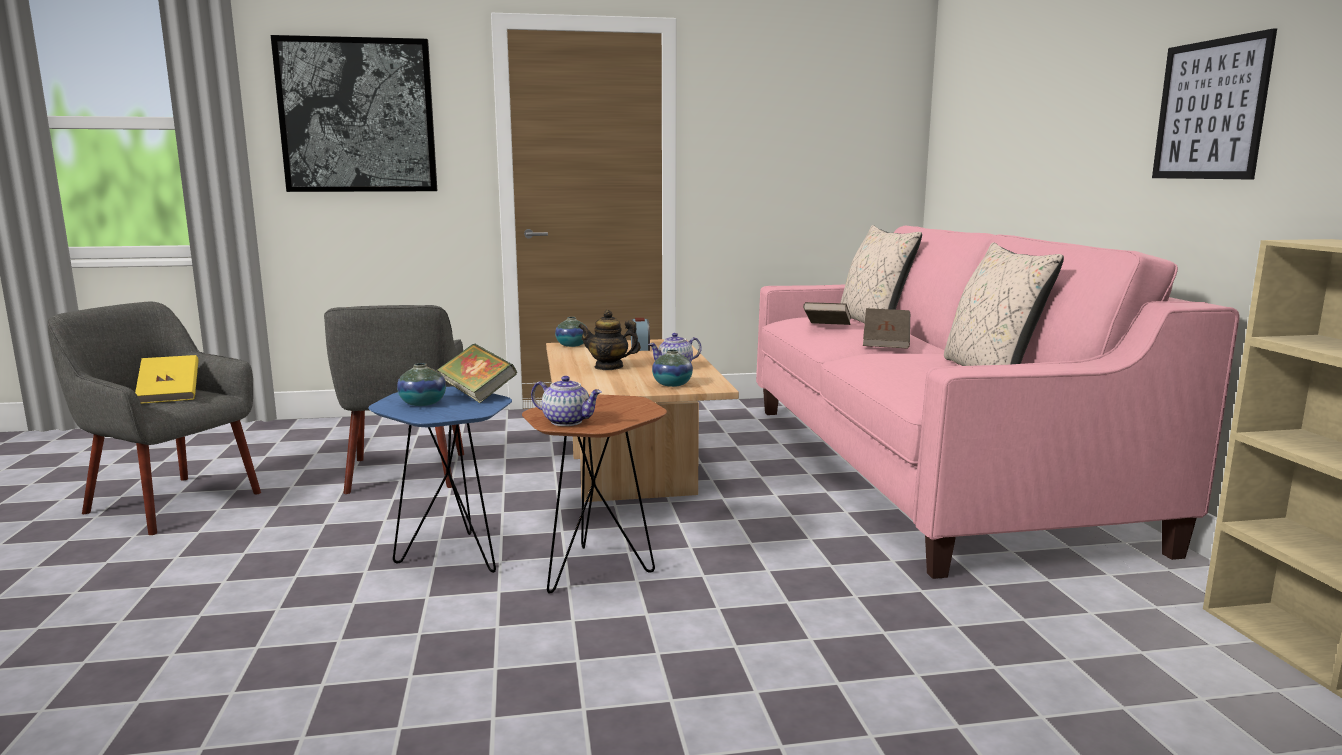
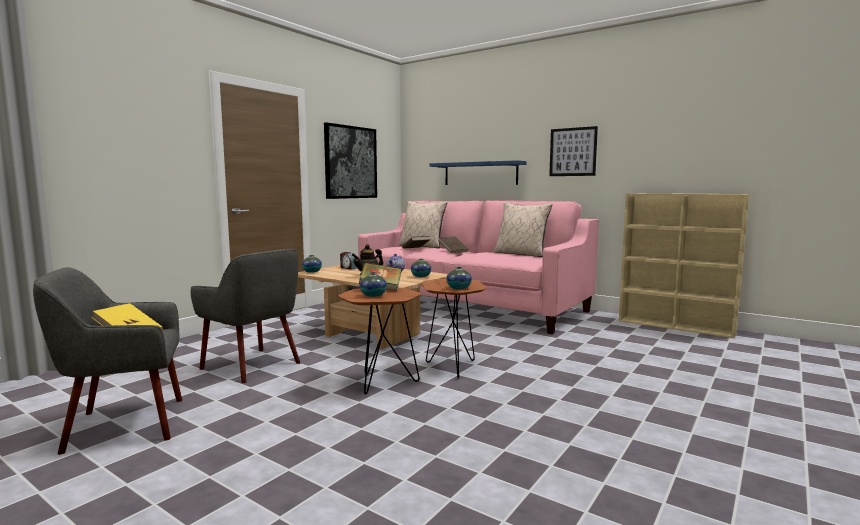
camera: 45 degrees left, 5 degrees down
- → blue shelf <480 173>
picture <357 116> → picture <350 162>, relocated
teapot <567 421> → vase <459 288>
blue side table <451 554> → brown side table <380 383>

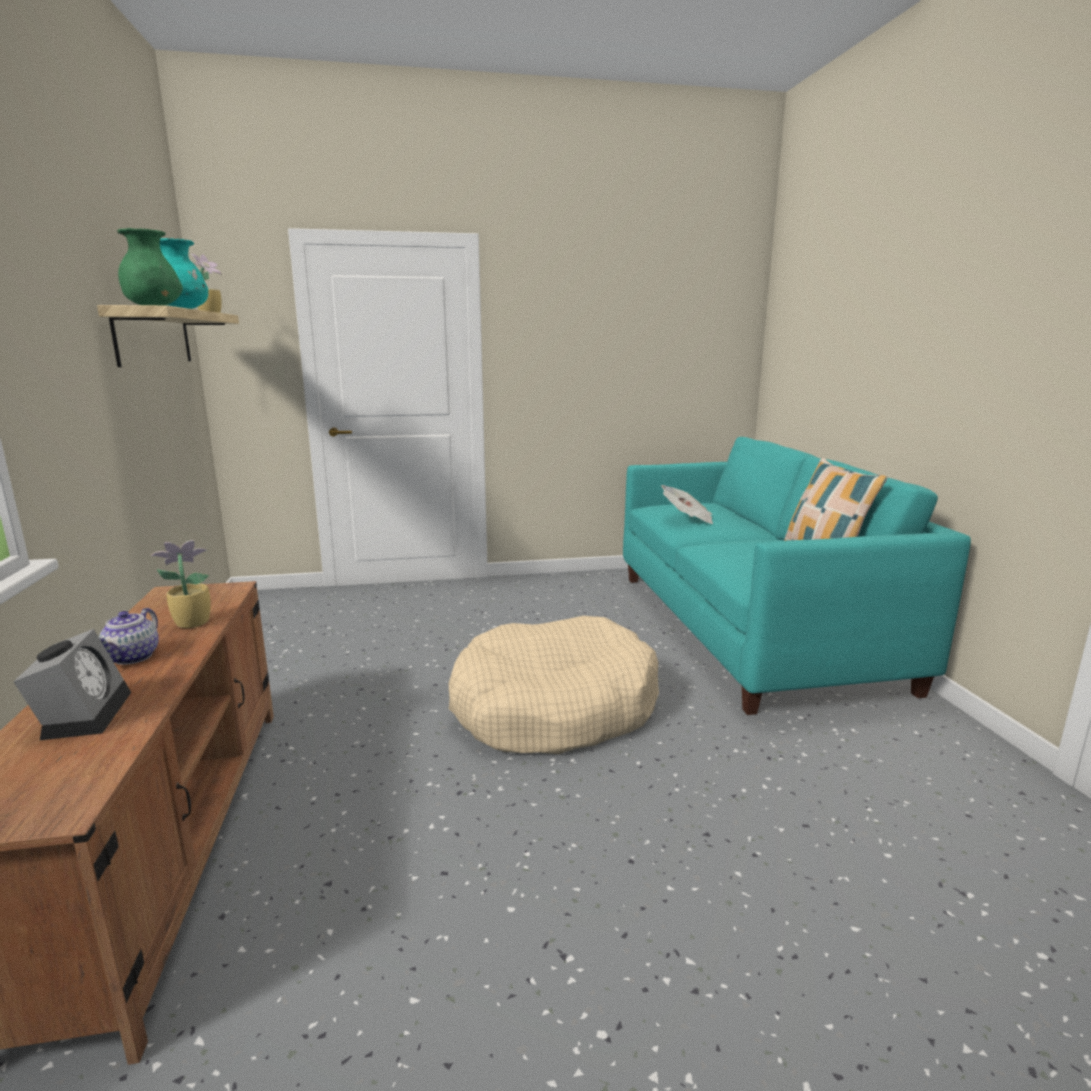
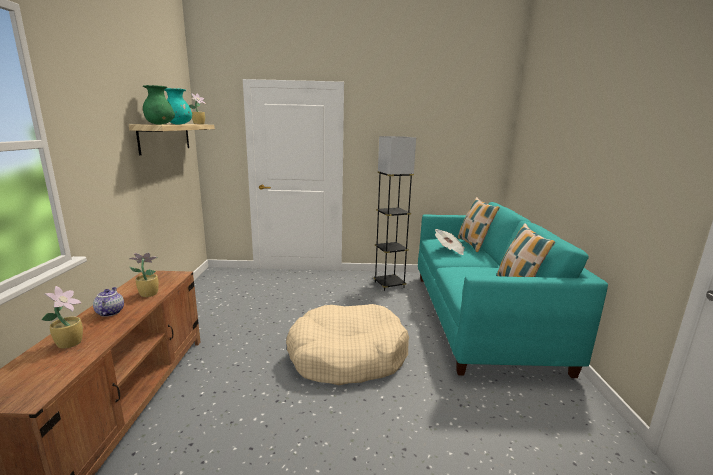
camera: 10 degrees right, 0 degrees up
- → black floor lamp <389 284>
- → pillow <473 245>
alarm clock <83 714> → potted plant <71 343>
teapot <132 658> → teapot <110 312>, 150 degrees clockwise

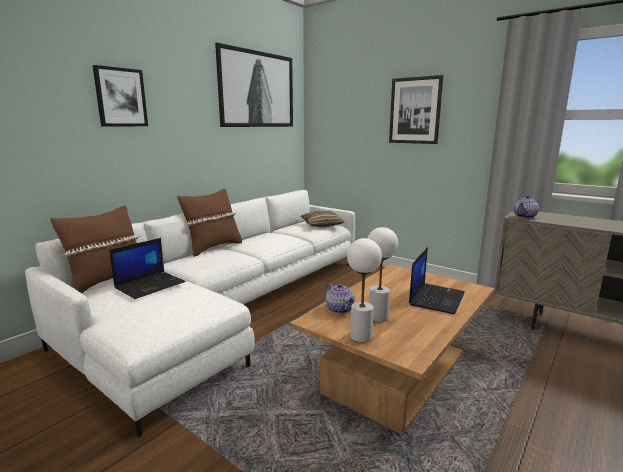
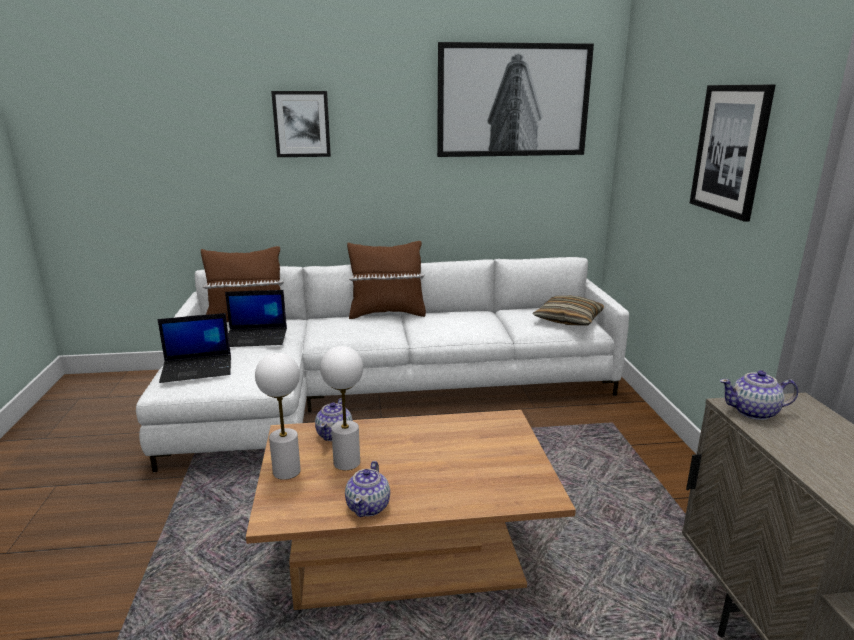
camera: 45 degrees right, 5 degrees up
- → teapot <368 506>
laptop <436 298> → laptop <198 368>, relocated

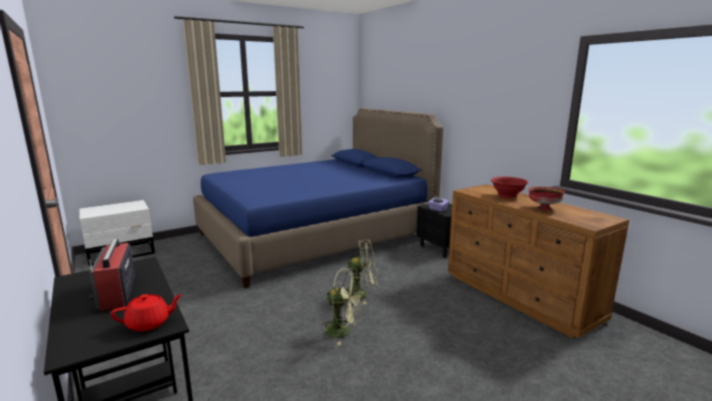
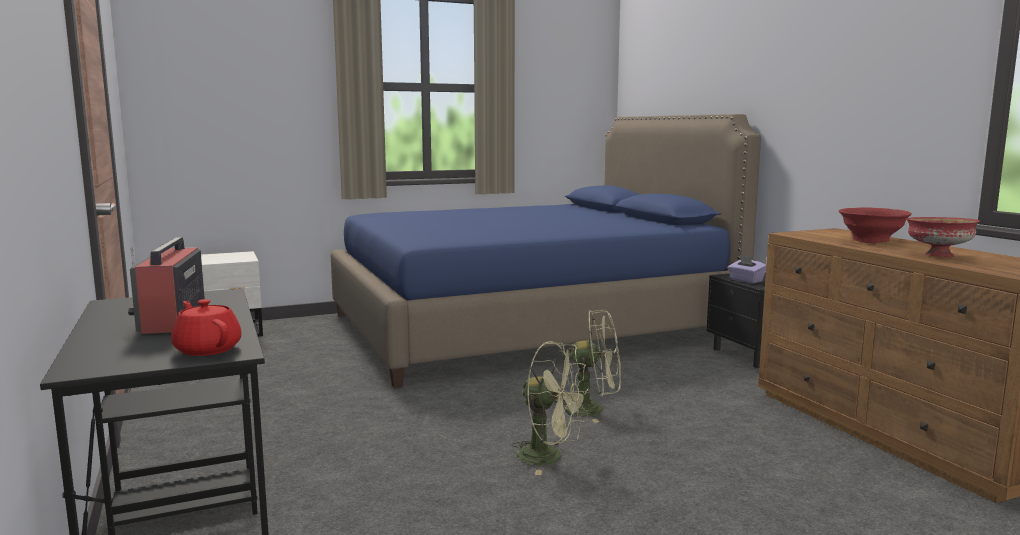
camera: 10 degrees right, 5 degrees down
red teapot <149 323> → red teapot <207 349>, 120 degrees counterclockwise

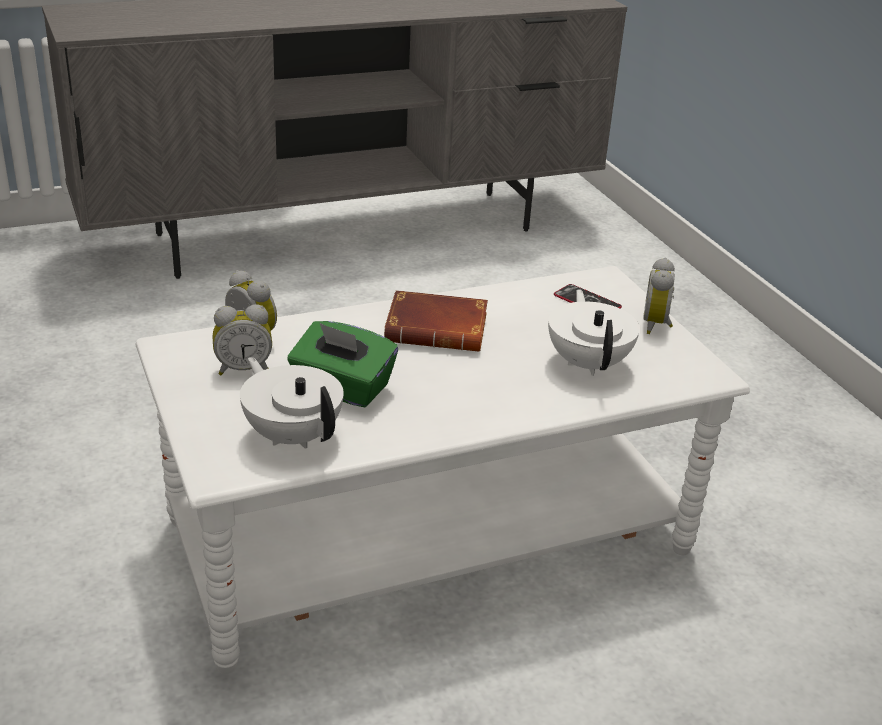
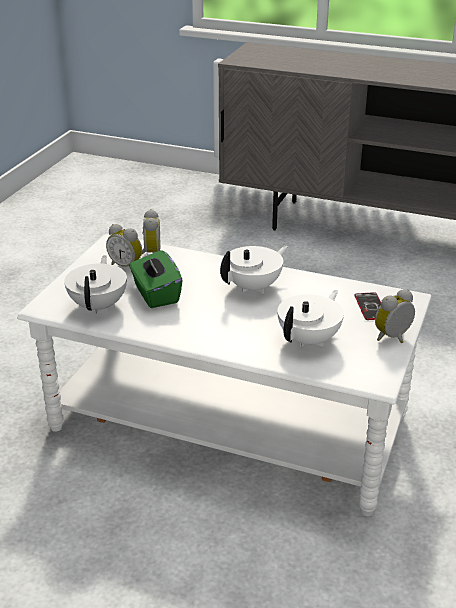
camera: 45 degrees right, 0 degrees up
brown book <439 330> → white teapot <254 287>

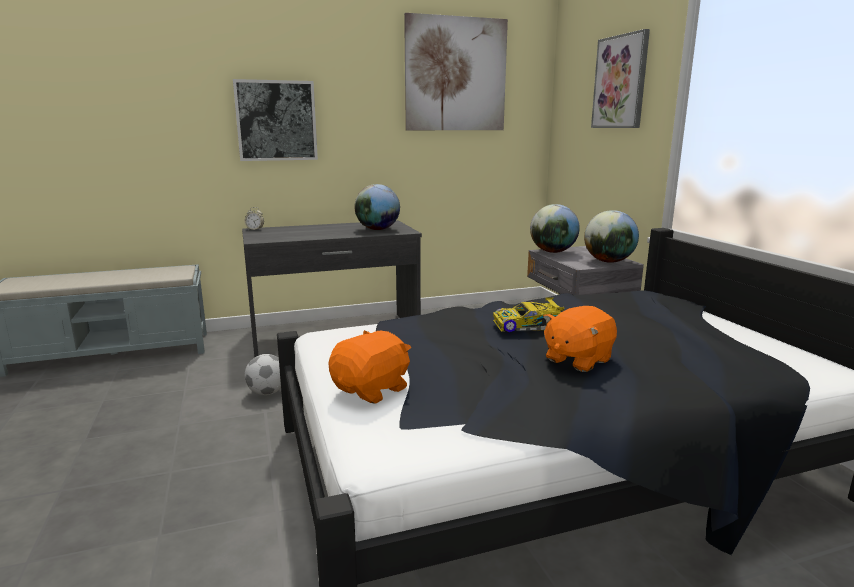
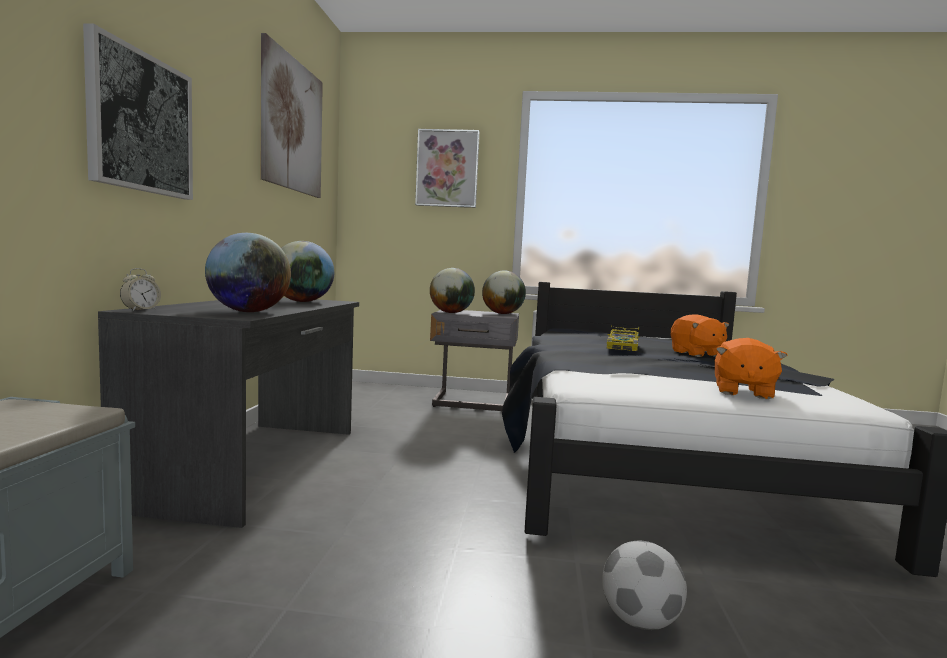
camera: 65 degrees left, 10 degrees down
- → globe <248 312>
football <267 392> → football <639 621>, relocated
orange plush toy <372 390> → orange plush toy <742 392>, 135 degrees counterclockwise

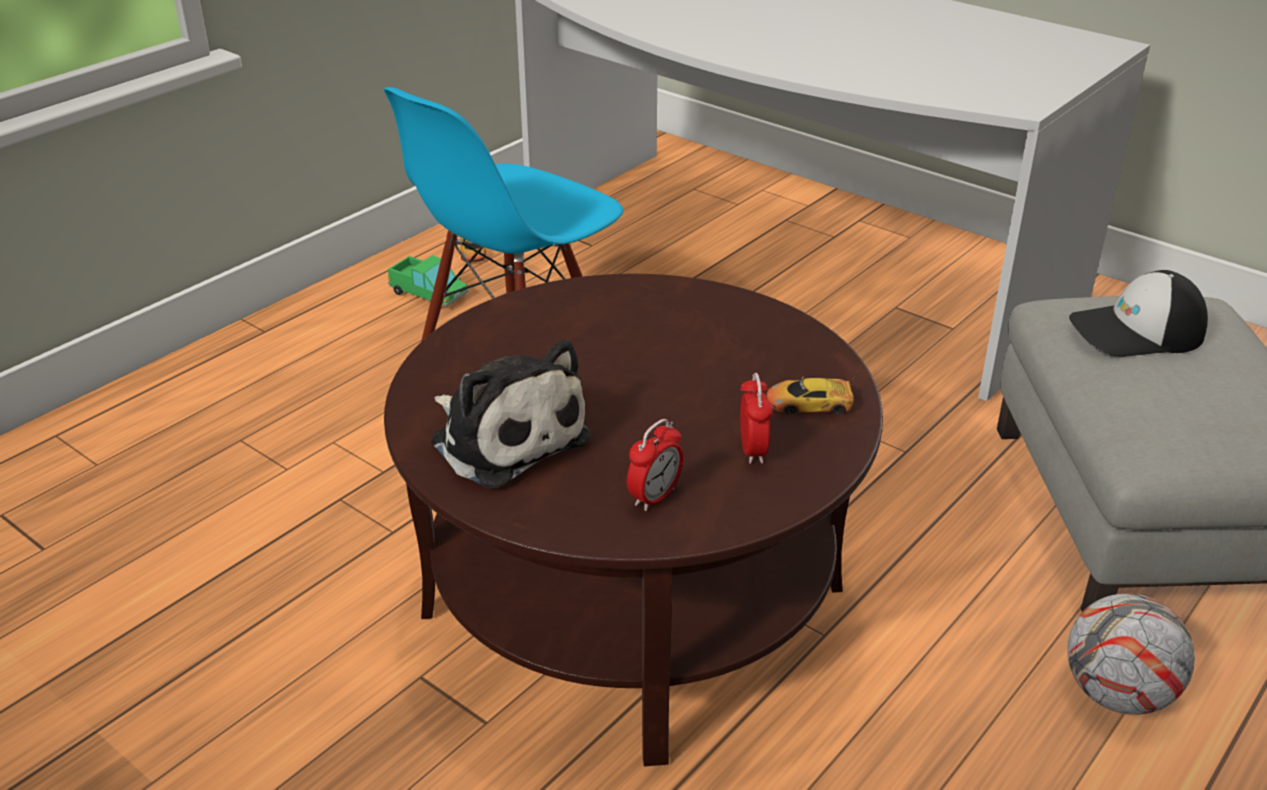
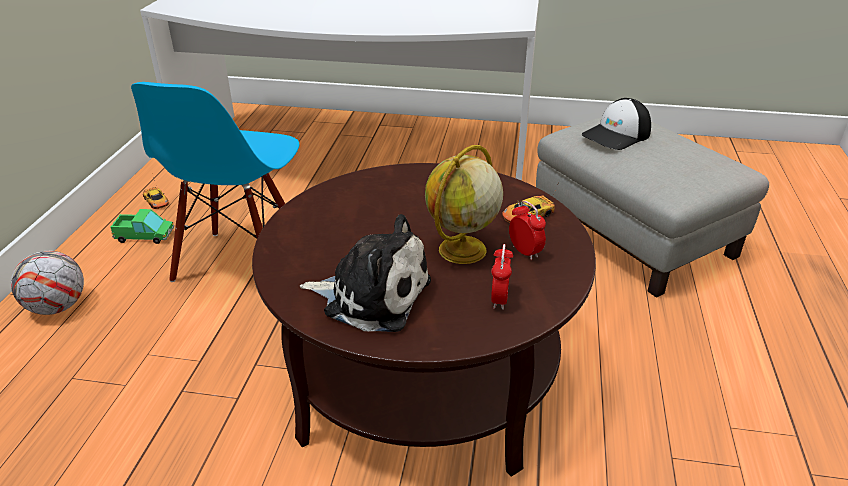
camera: 30 degrees left, 0 degrees up
- → globe <462 251>
football <1116 694> → football <57 307>, relocated

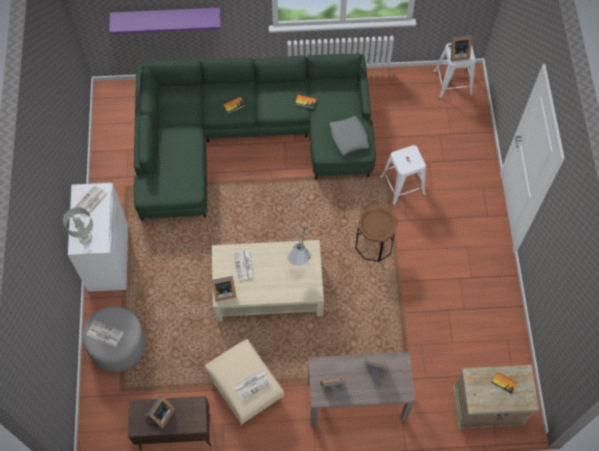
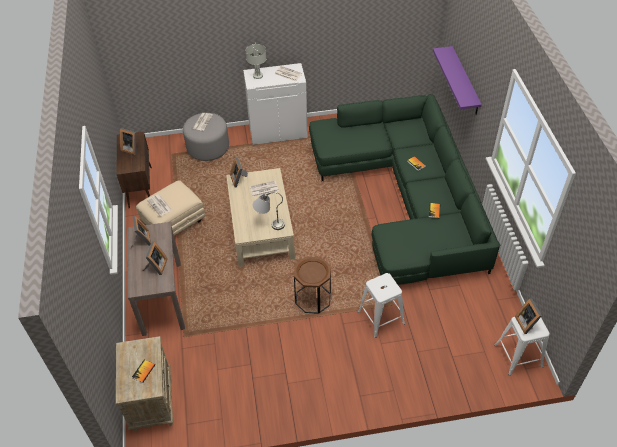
camera: 85 degrees right, 15 degrees down
grey pillow <348 137> → -

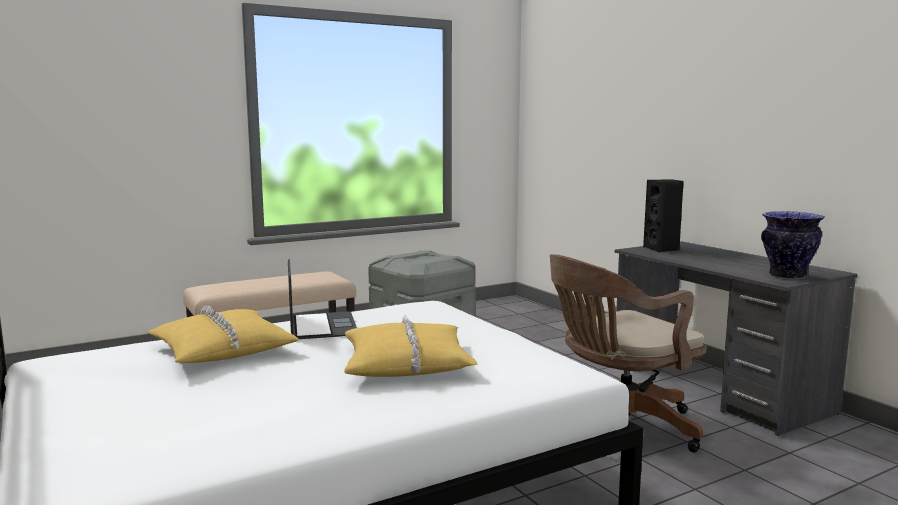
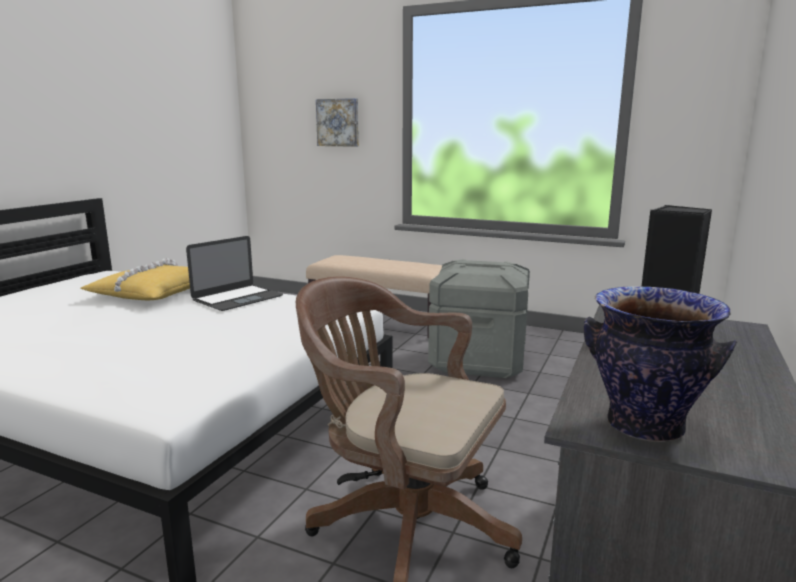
camera: 55 degrees right, 5 degrees up
yellow pillow <406 363> → -
- → picture <338 122>

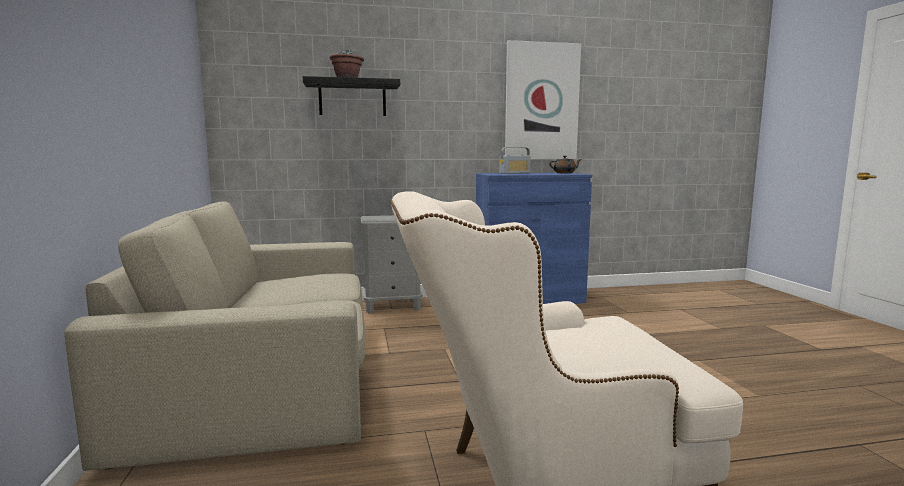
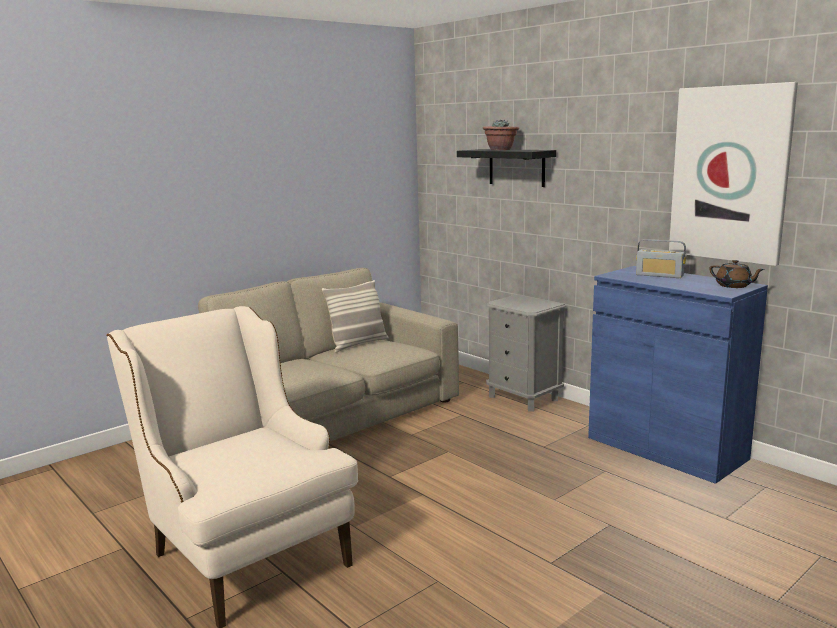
camera: 60 degrees right, 5 degrees up
- → pillow <358 344>

